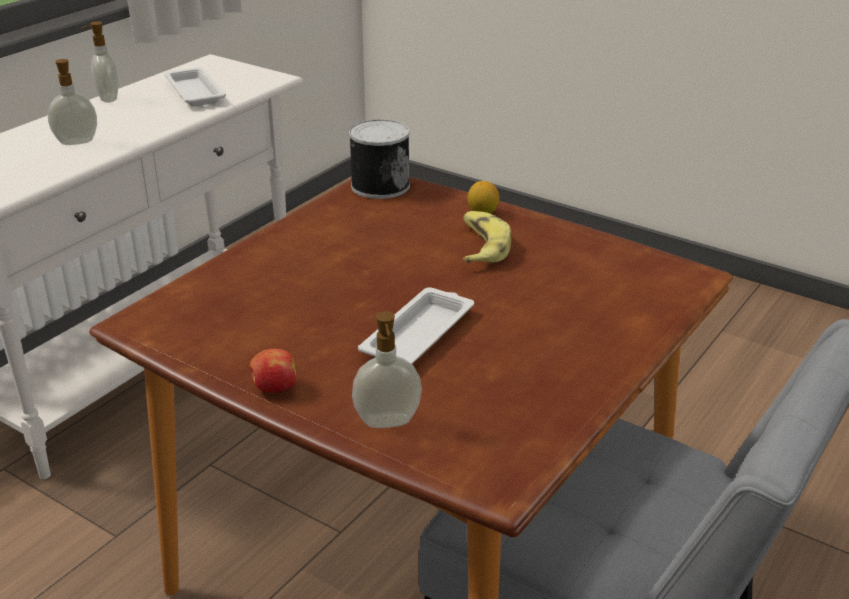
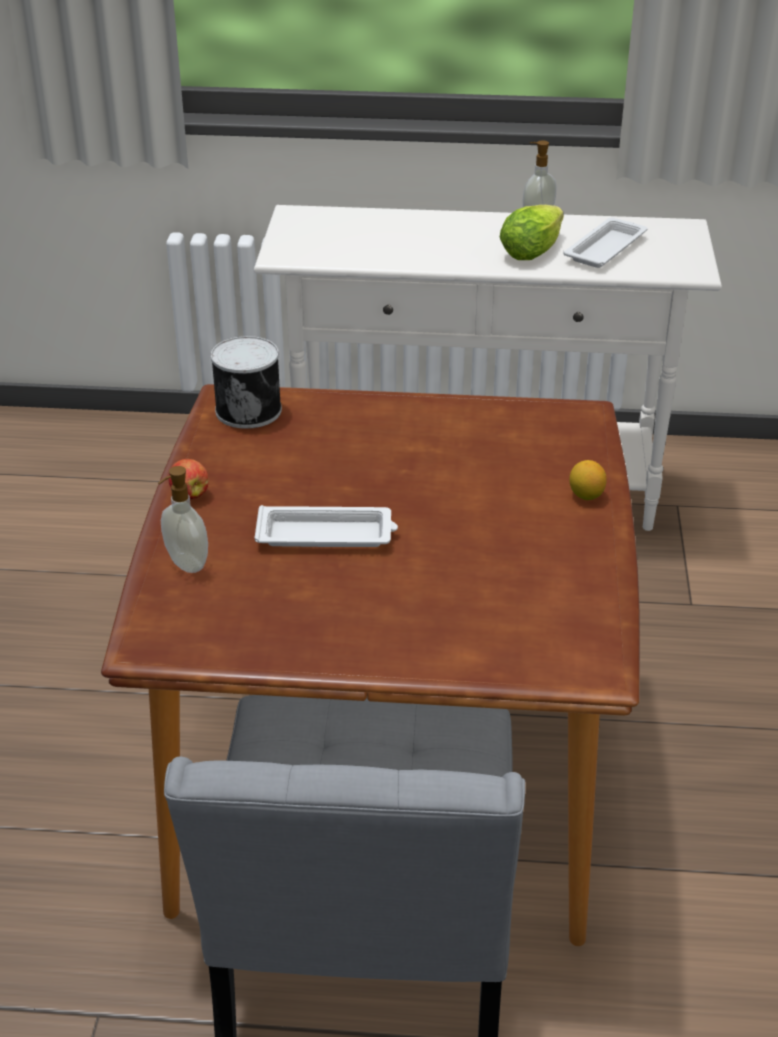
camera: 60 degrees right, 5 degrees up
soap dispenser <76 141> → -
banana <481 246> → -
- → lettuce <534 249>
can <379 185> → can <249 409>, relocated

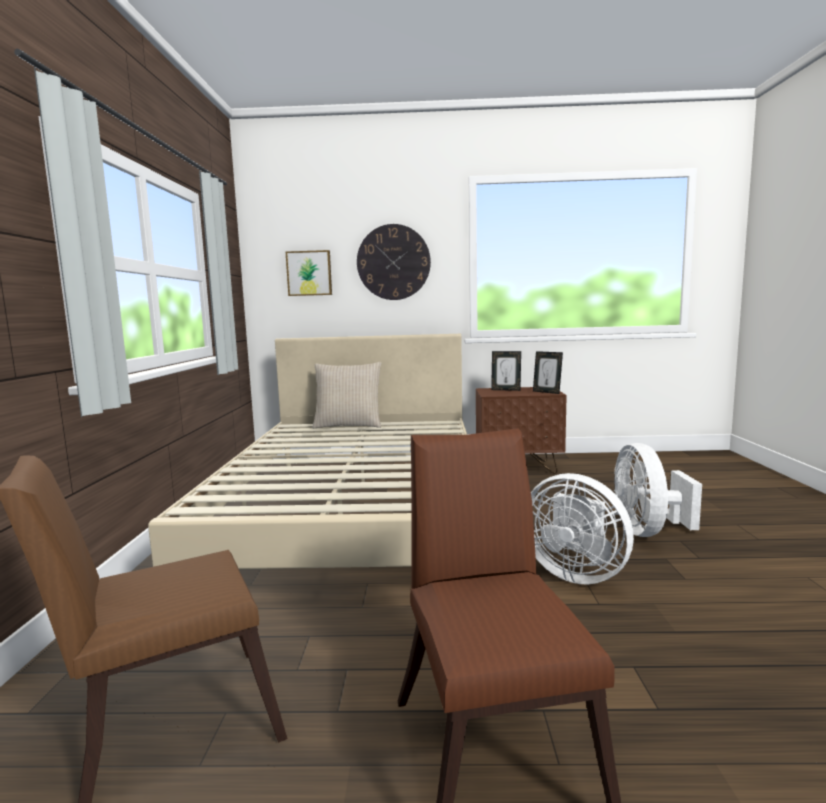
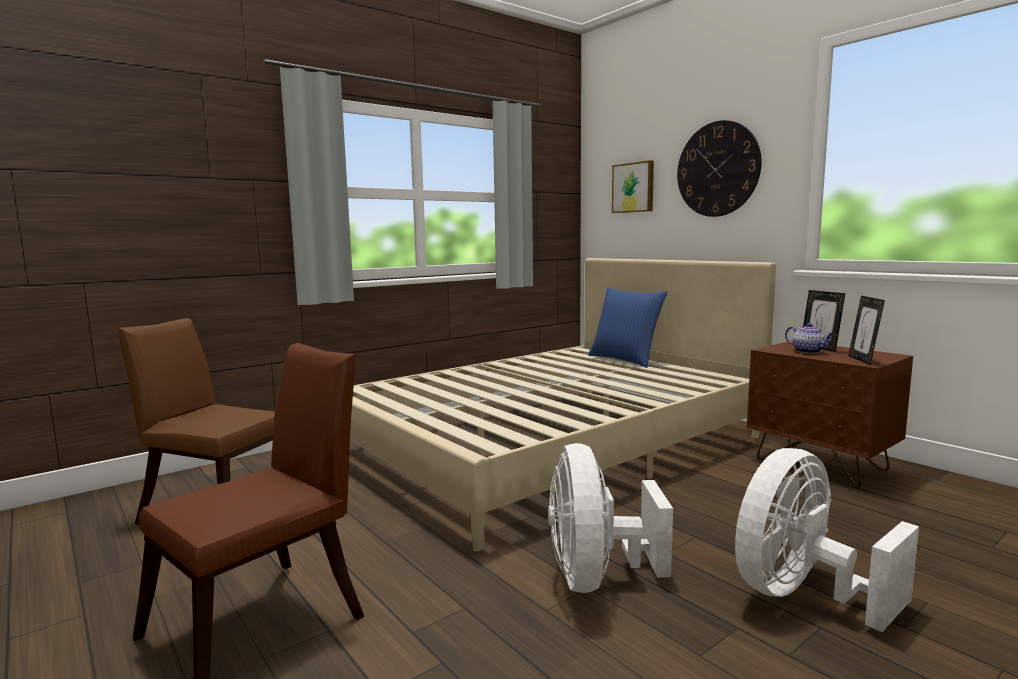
camera: 50 degrees right, 0 degrees up
- → teapot <808 351>
beige pillow <348 425> → blue pillow <625 360>

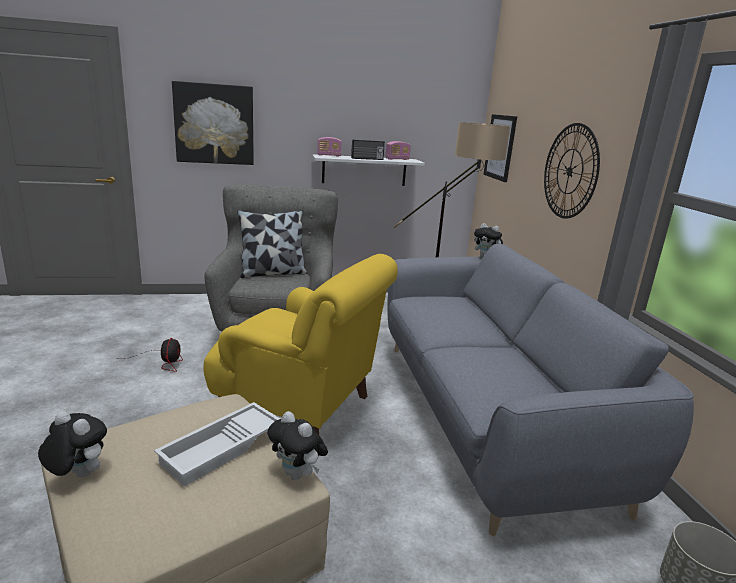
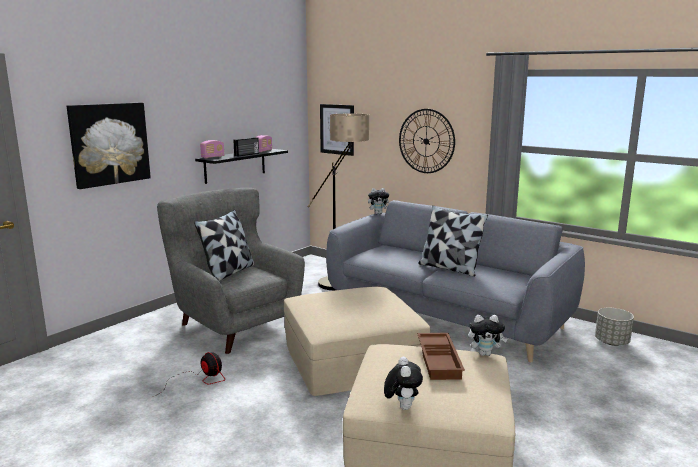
camera: 40 degrees left, 5 degrees down
- → pillow <449 268>
yellow armchair <301 410> → beige ottoman <353 359>
white tray <222 449> → brown tray <440 360>
white shelf <364 170> → black shelf <235 165>
plush toy <77 475> → plush toy <402 406>, 105 degrees clockwise

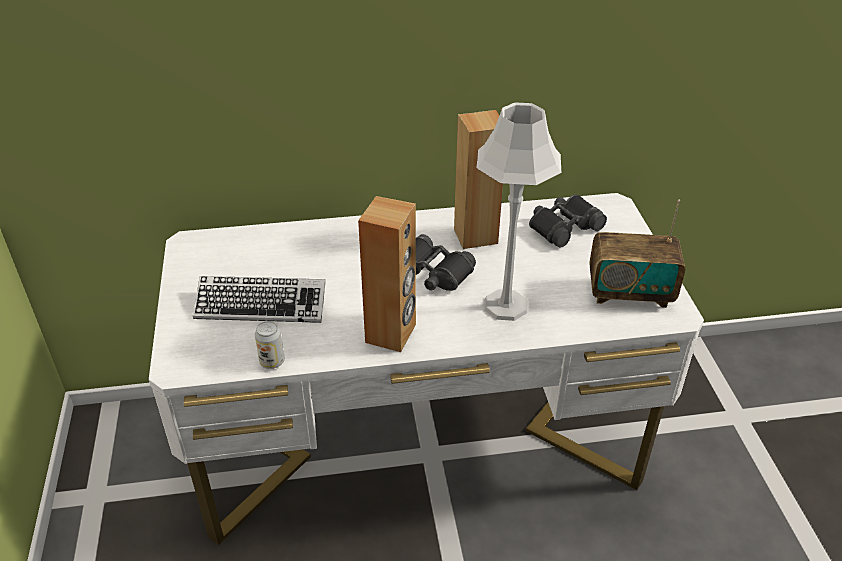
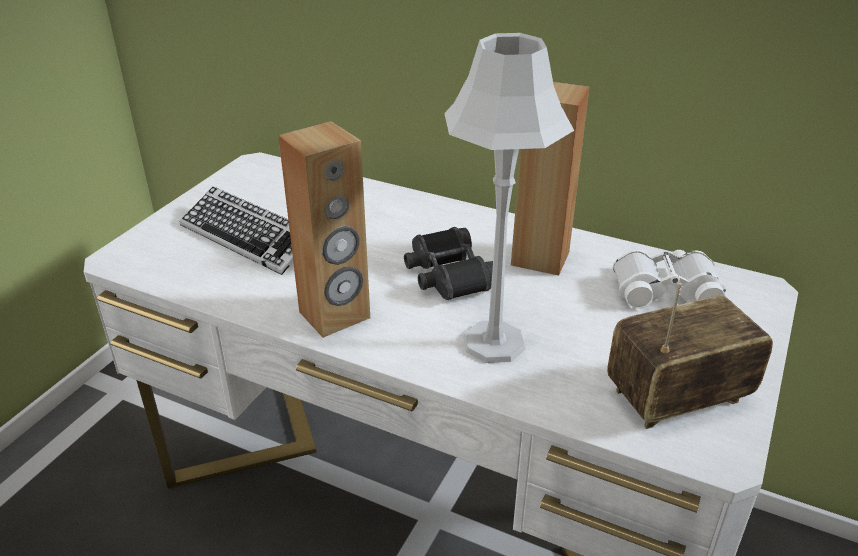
camera: 35 degrees right, 5 degrees down
can <272 361> → -
black binoculars <564 226> → white binoculars <664 288>
radio <629 292> → radio <677 398>, 120 degrees clockwise

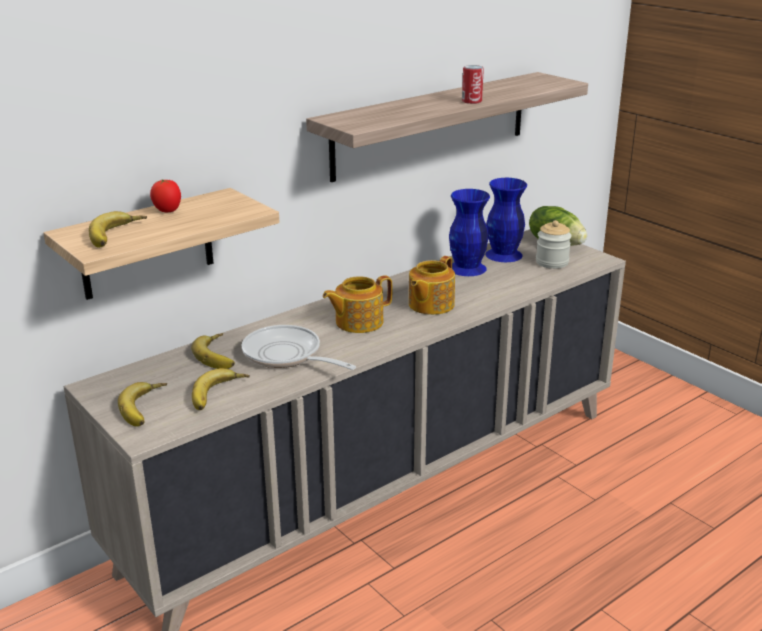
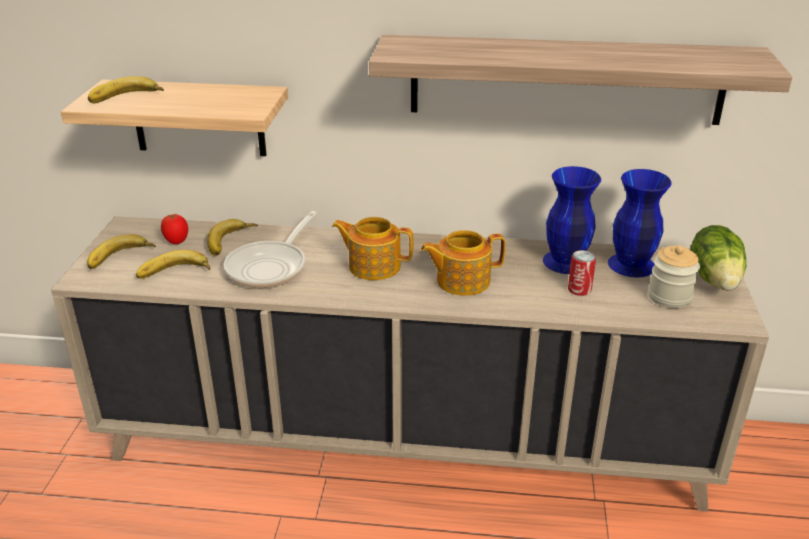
camera: 45 degrees right, 5 degrees up
tomato <168 211> → tomato <177 242>, relocated
can <472 101> → can <579 289>, relocated
frying pan <287 355> → frying pan <270 267>, 150 degrees counterclockwise

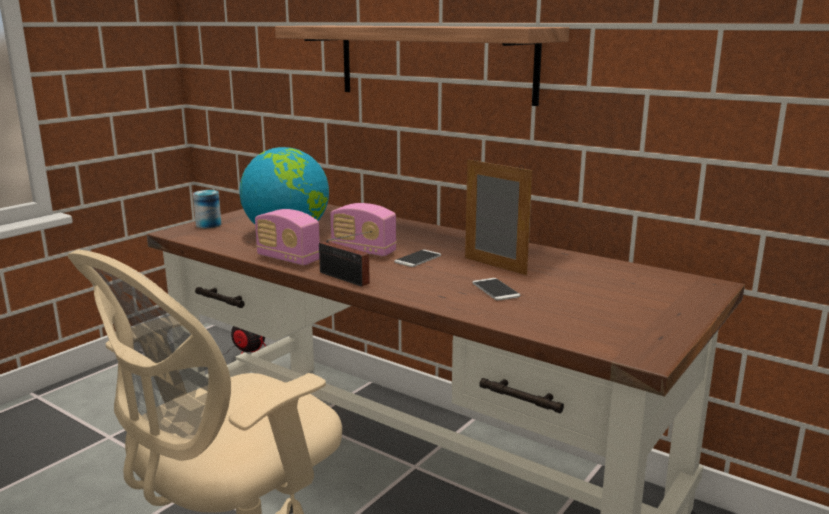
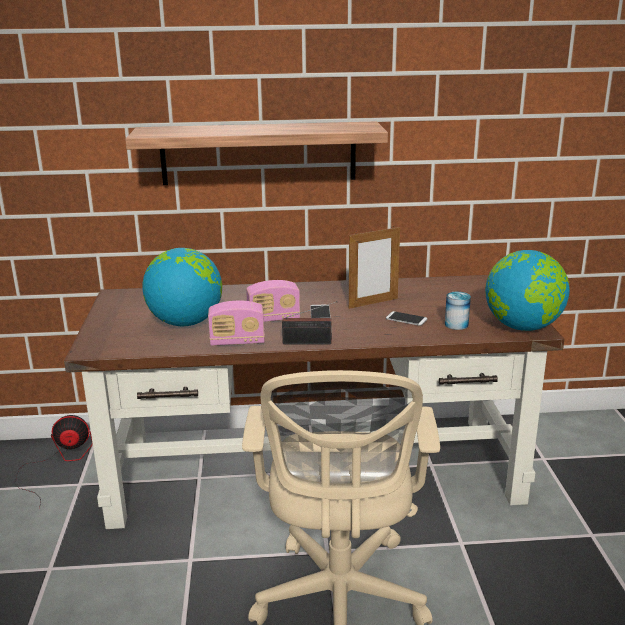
camera: 40 degrees left, 5 degrees up
- → globe <522 327>
can <208 225> → can <456 324>, relocated
picture frame <494 266> → picture frame <373 303>, 150 degrees clockwise

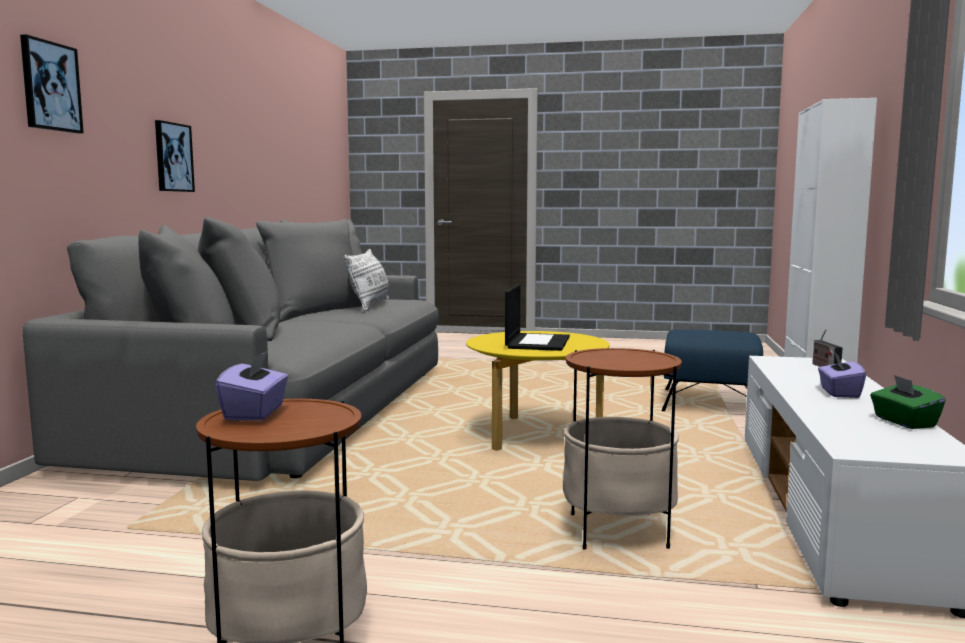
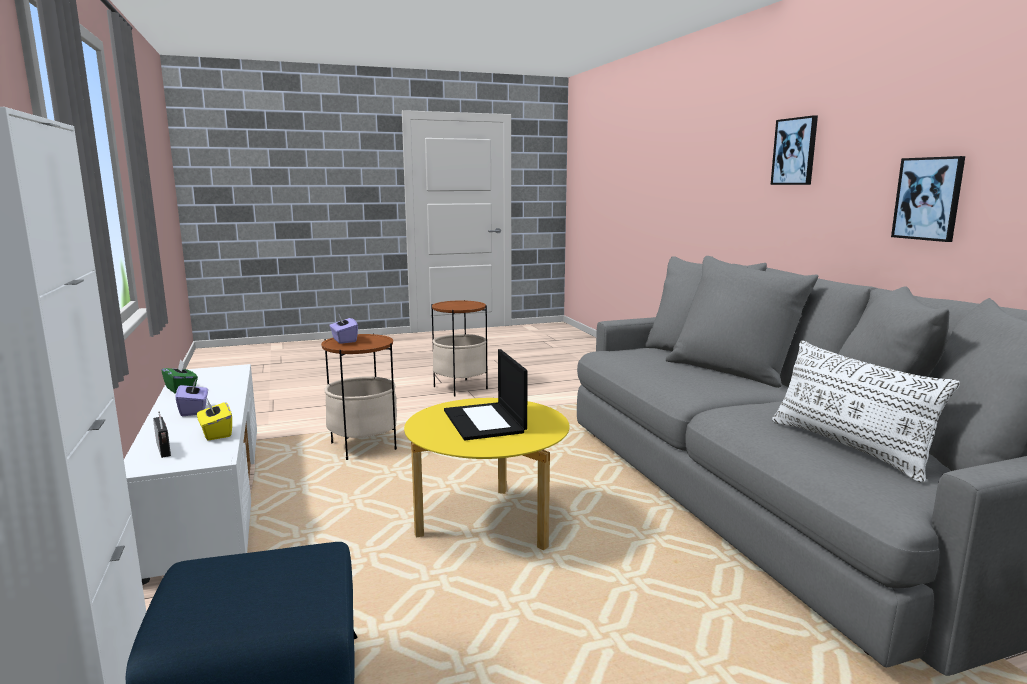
camera: 150 degrees right, 5 degrees up
- → yellow tissue box <216 433>
purple tissue box <255 413> → purple tissue box <344 340>, relocated

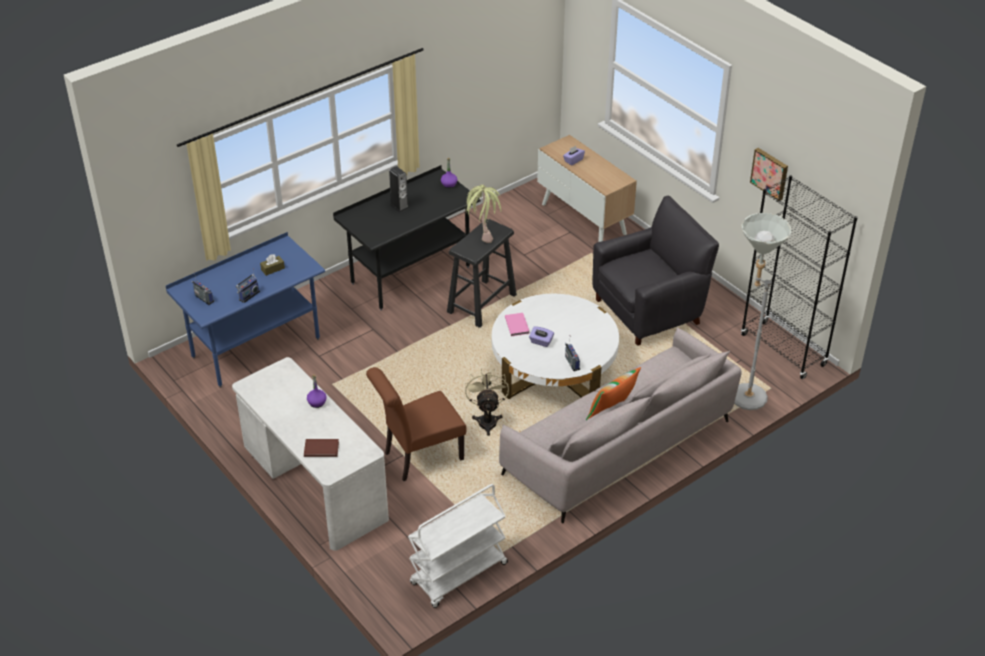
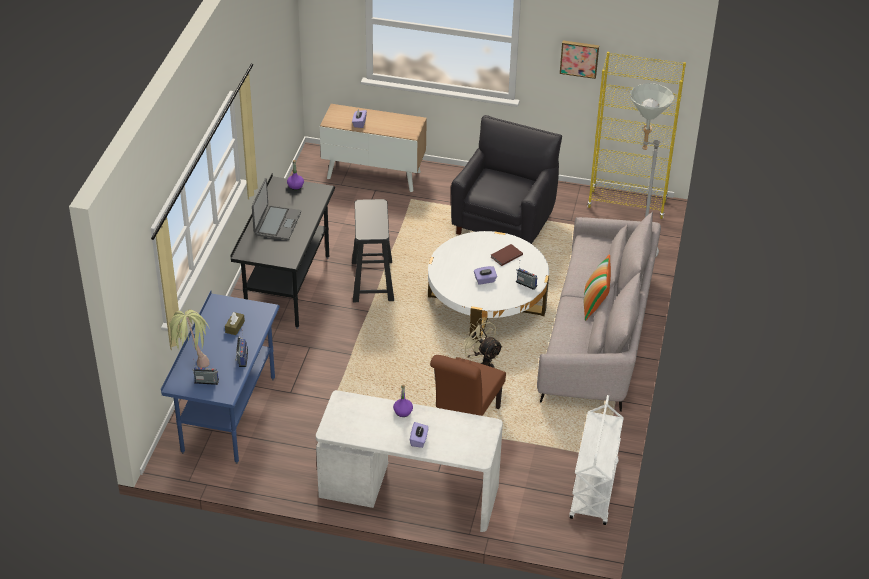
camera: 40 degrees left, 0 degrees up
pink book <517 325> → -
- → purple tissue box <419 440>
brown book <321 448> → brown book <505 256>, relocated
potted plant <482 234> → potted plant <191 360>, relocated
speaker <399 206> → laptop <277 223>
black bookcase <783 350> → yellow bookcase <627 204>

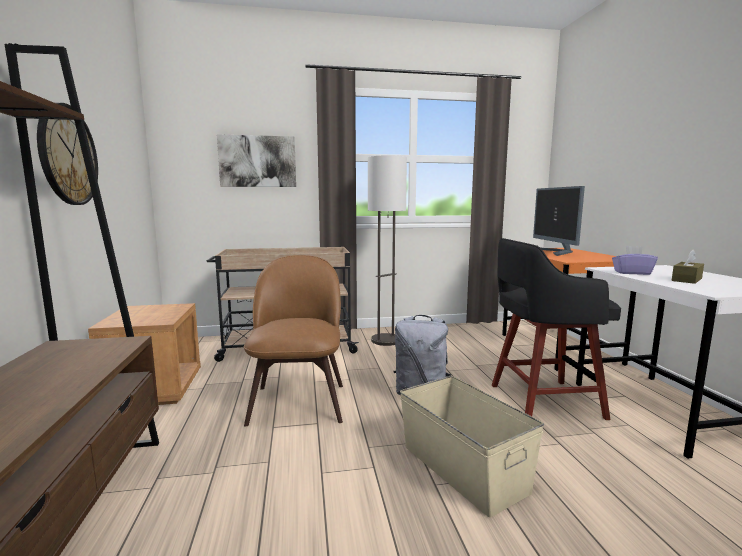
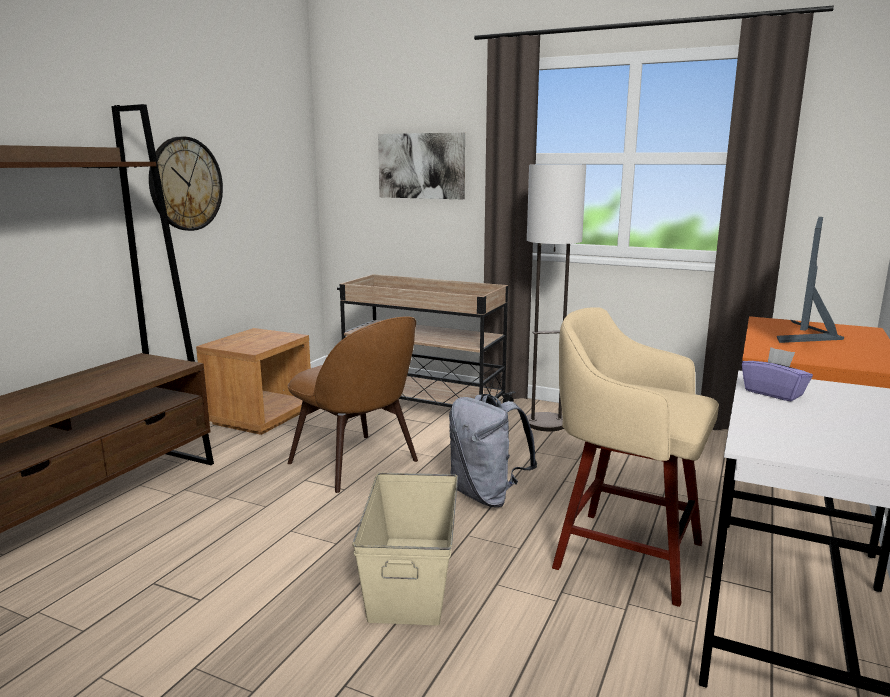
camera: 35 degrees right, 5 degrees up
brown tissue box <686 280> → -
black stool <541 401> → beige stool <623 553>
brown chair <298 401> → brown chair <356 464>, 105 degrees clockwise

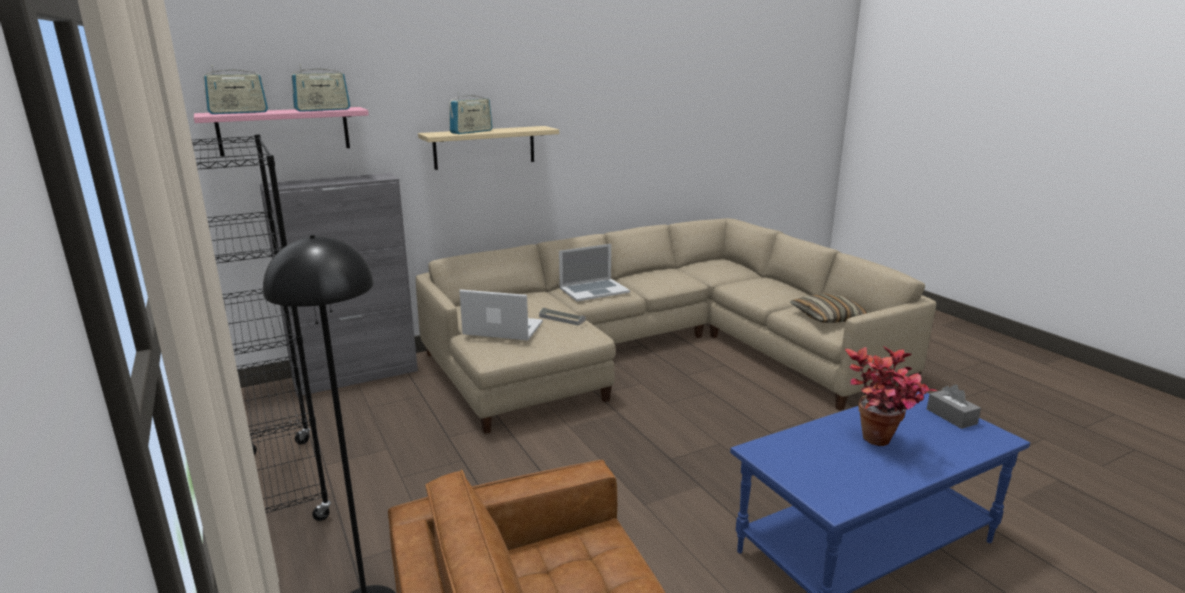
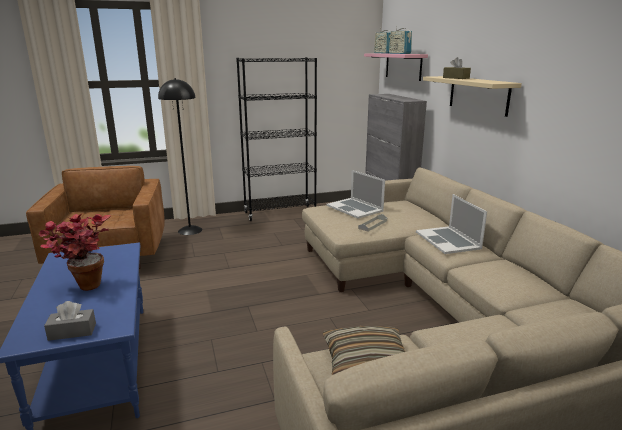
camera: 100 degrees right, 0 degrees up
radio <471 132> → brown tissue box <456 78>
laptop <503 328> → laptop <355 208>, 120 degrees clockwise

